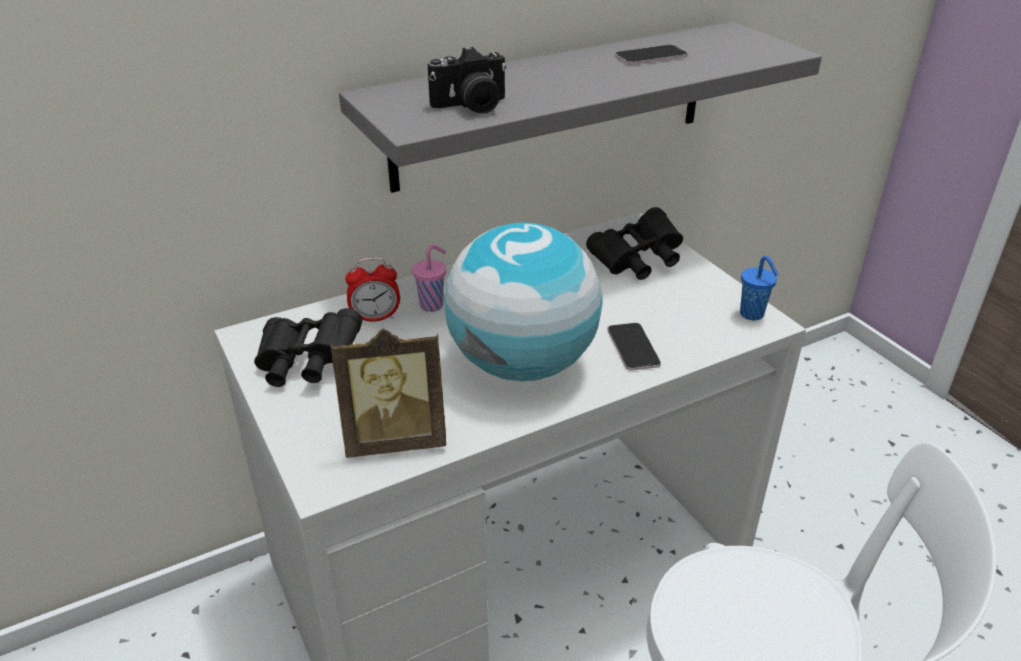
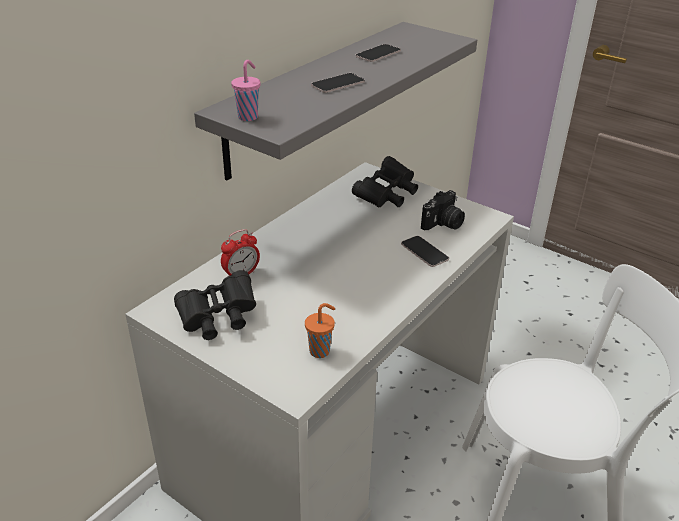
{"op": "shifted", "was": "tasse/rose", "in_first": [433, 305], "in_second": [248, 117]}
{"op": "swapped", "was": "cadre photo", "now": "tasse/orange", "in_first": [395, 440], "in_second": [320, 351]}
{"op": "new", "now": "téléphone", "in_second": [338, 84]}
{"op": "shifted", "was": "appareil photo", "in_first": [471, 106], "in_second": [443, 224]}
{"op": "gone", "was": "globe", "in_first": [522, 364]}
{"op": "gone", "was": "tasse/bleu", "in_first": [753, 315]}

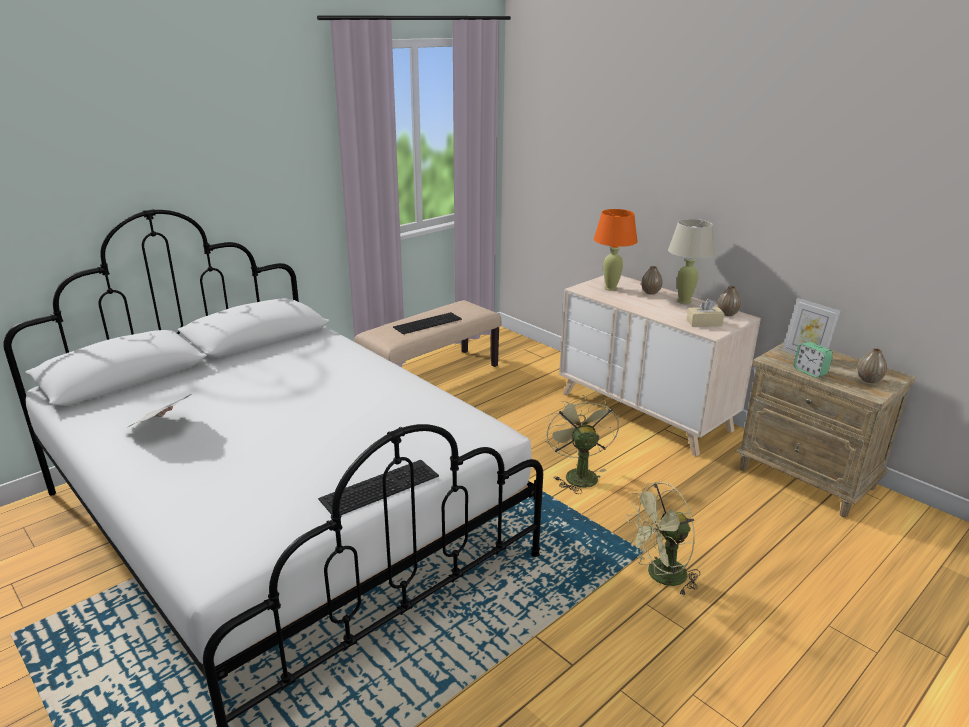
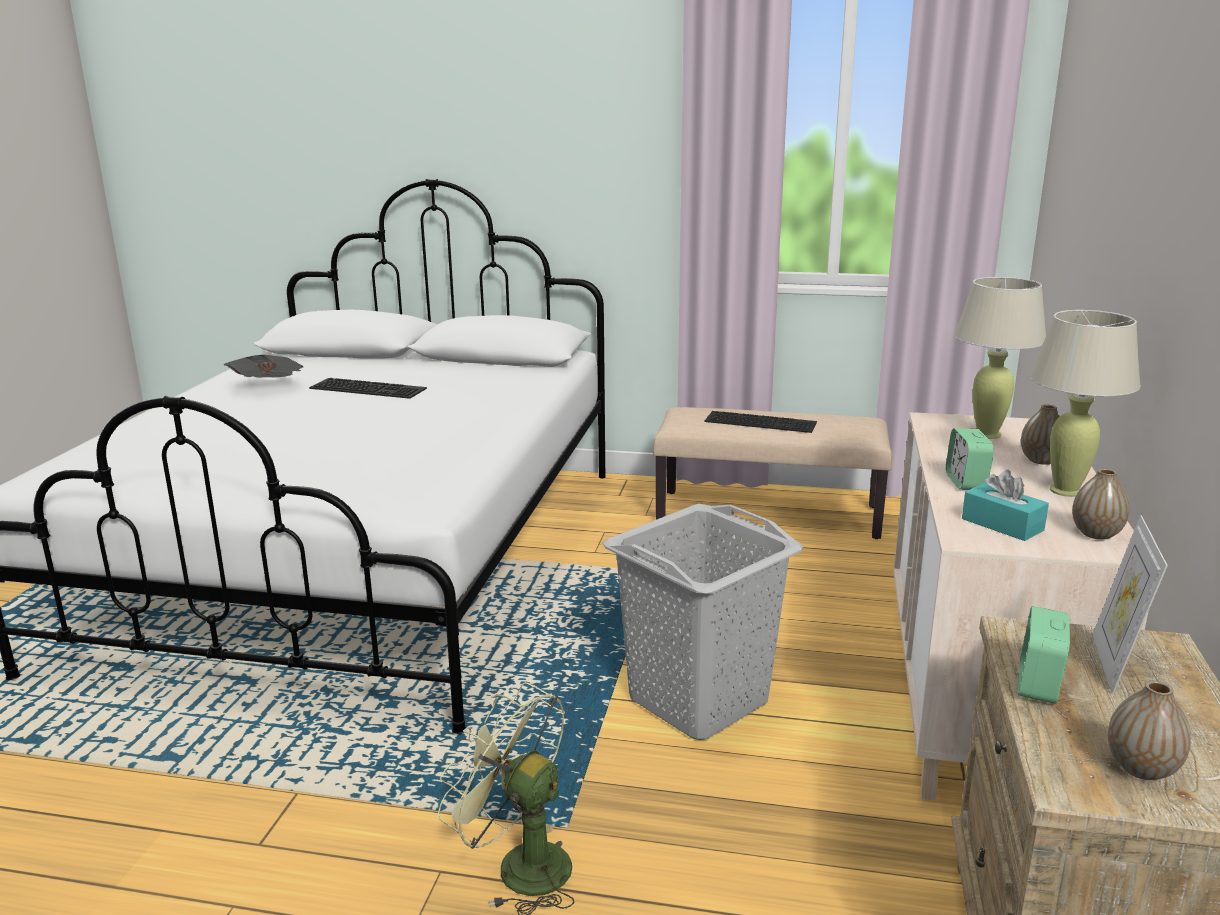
{"op": "shifted", "was": "clavier", "in_first": [380, 486], "in_second": [370, 388]}
{"op": "swapped", "was": "ventilateur/vert", "now": "panier à linge/gris", "in_first": [578, 474], "in_second": [697, 700]}
{"op": "new", "now": "réveil", "in_second": [966, 482]}
{"op": "repainted", "was": "lampe de table/orange", "now": "lampe de table/beige", "in_first": [610, 288], "in_second": [986, 434]}
{"op": "repainted", "was": "boîte à mouchoirs/beige", "now": "boîte à mouchoirs/turquoise", "in_first": [704, 323], "in_second": [1002, 524]}

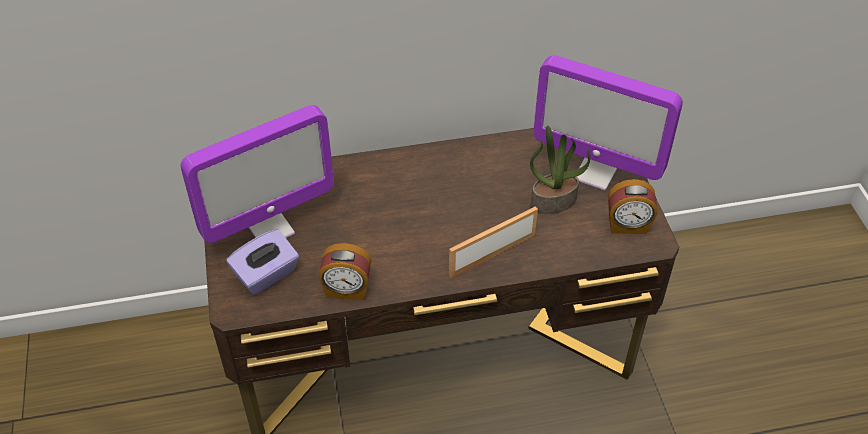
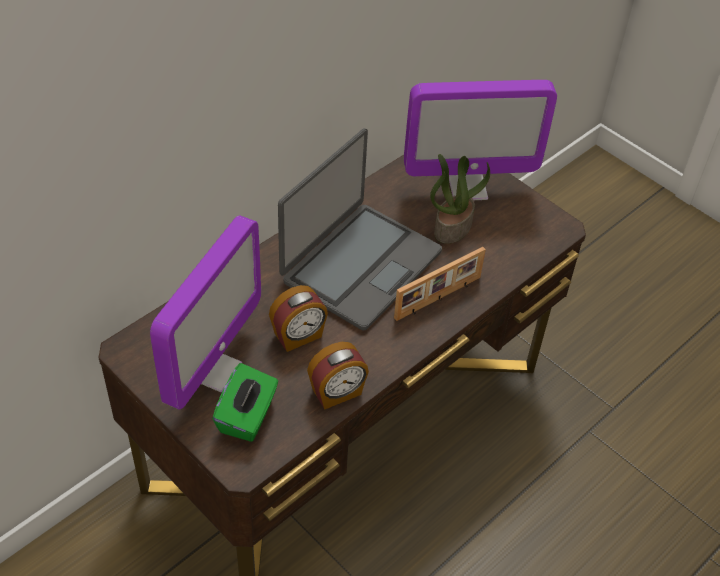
{"op": "repainted", "was": "boîte à mouchoirs/violet", "now": "boîte à mouchoirs/vert", "in_first": [266, 275], "in_second": [247, 416]}
{"op": "shifted", "was": "réveil", "in_first": [627, 225], "in_second": [298, 336]}
{"op": "new", "now": "ordinateur portable", "in_second": [360, 266]}
{"op": "rotated", "was": "cadre photo", "in_first": [491, 254], "in_second": [438, 298], "clockwise": -150}

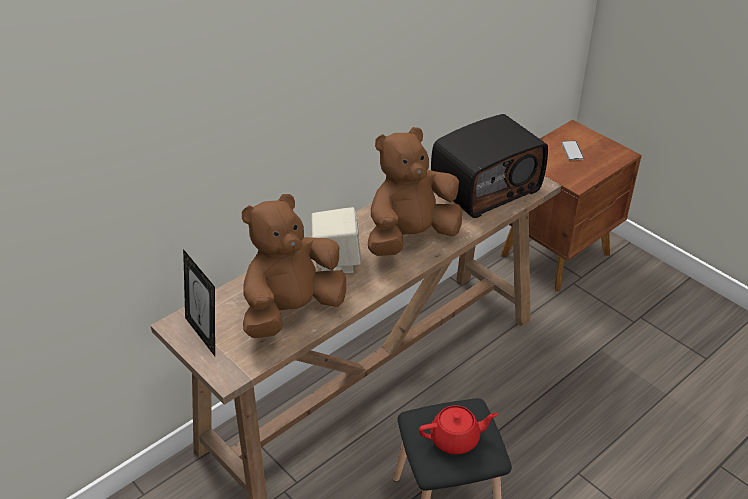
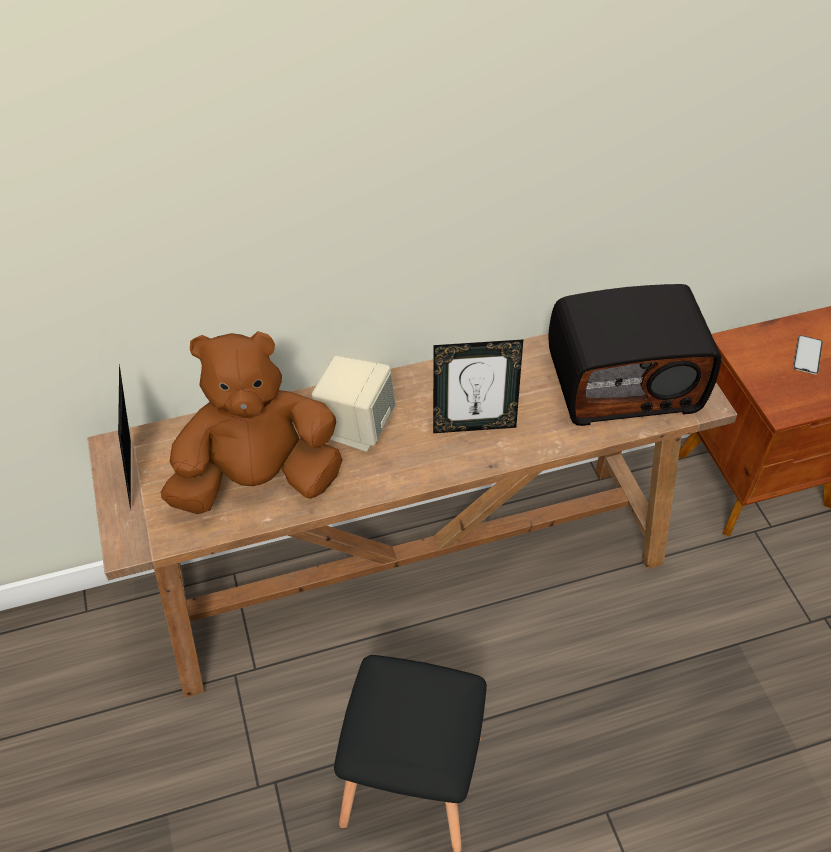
{"op": "swapped", "was": "peluche/marron", "now": "cadre photo", "in_first": [410, 237], "in_second": [474, 425]}
{"op": "gone", "was": "théière/rouge", "in_first": [456, 439]}

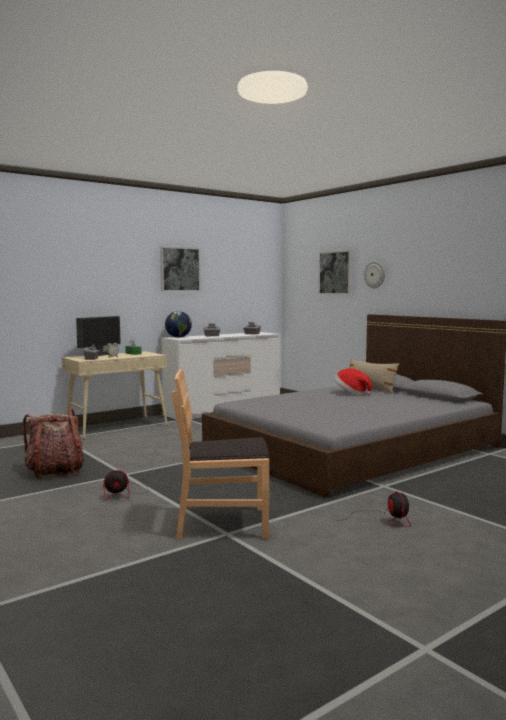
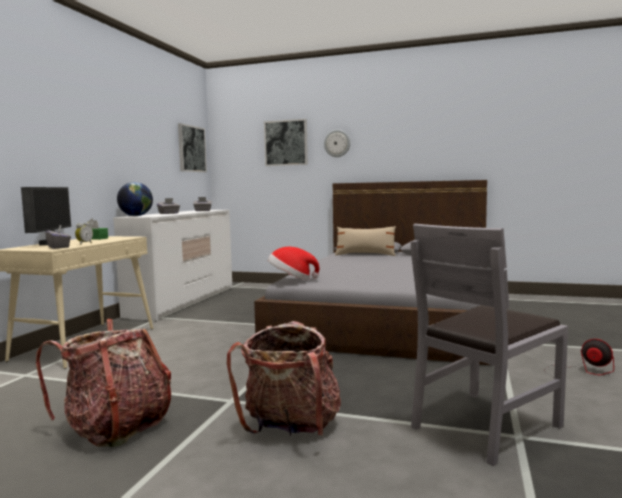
{"op": "shifted", "was": "tableau", "in_first": [180, 269], "in_second": [191, 149]}
{"op": "swapped", "was": "ventilateur", "now": "sac à dos", "in_first": [124, 494], "in_second": [291, 427]}
{"op": "shifted", "was": "chapeau", "in_first": [351, 393], "in_second": [291, 279]}
{"op": "repainted", "was": "chaise/marron", "now": "chaise/gris", "in_first": [223, 523], "in_second": [484, 425]}

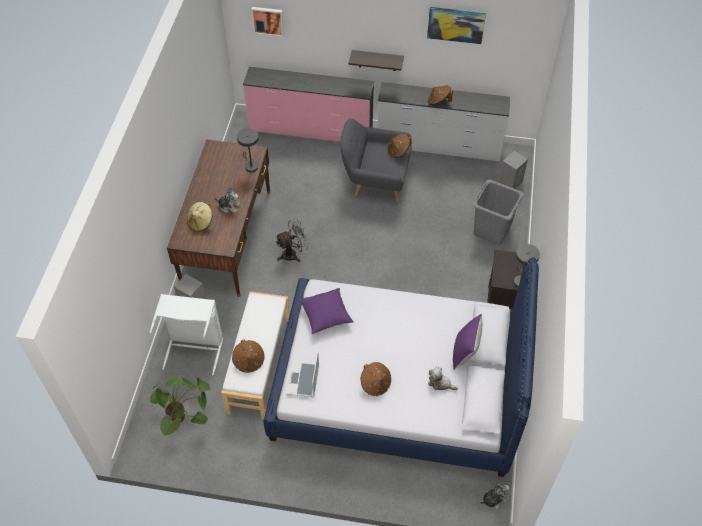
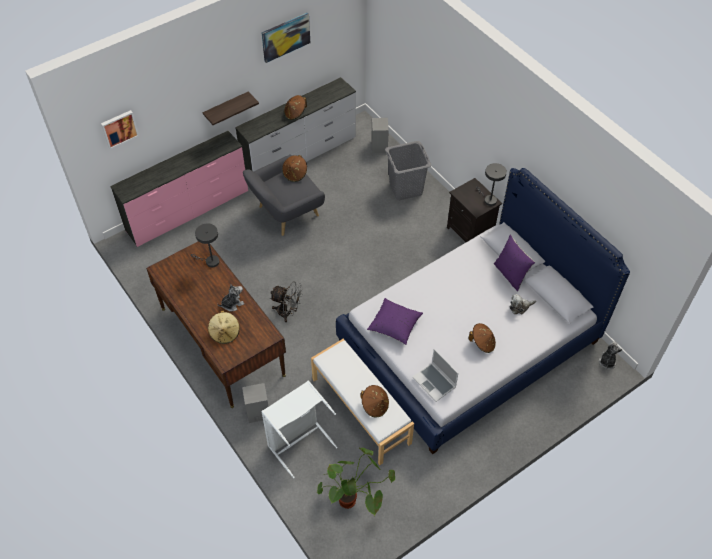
{"op": "rotated", "was": "ventilateur/gris", "in_first": [293, 254], "in_second": [288, 312], "clockwise": 90}

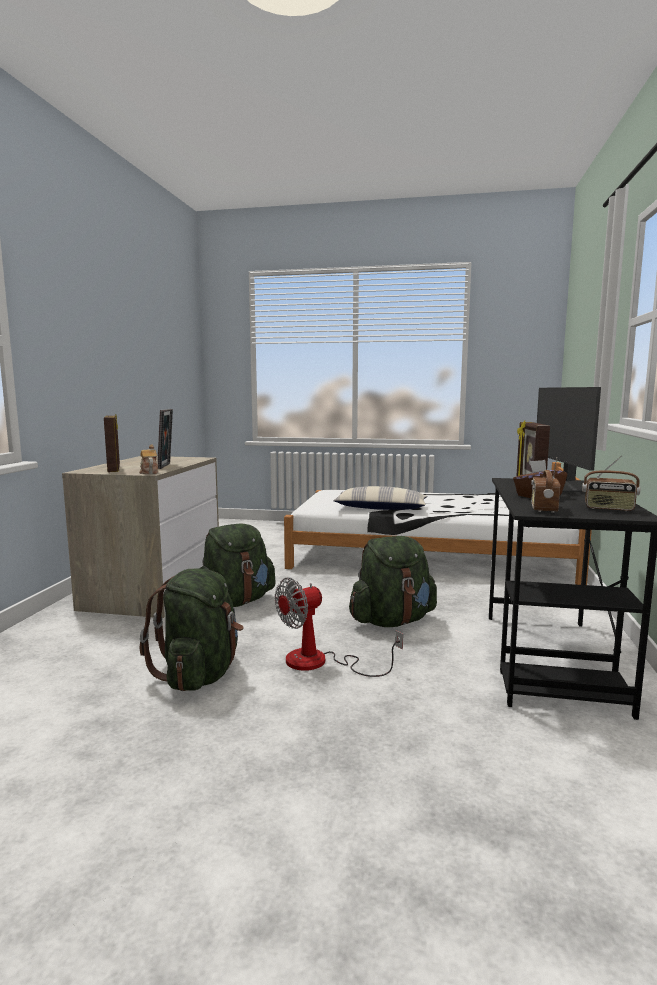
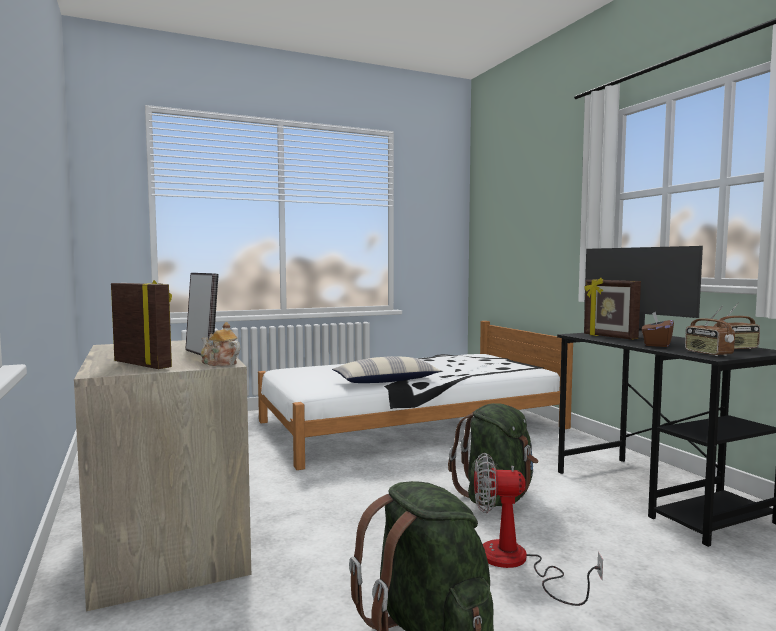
{"op": "rotated", "was": "ventilateur", "in_first": [320, 663], "in_second": [516, 563], "clockwise": 75}
{"op": "gone", "was": "sac à dos/vert", "in_first": [235, 602]}

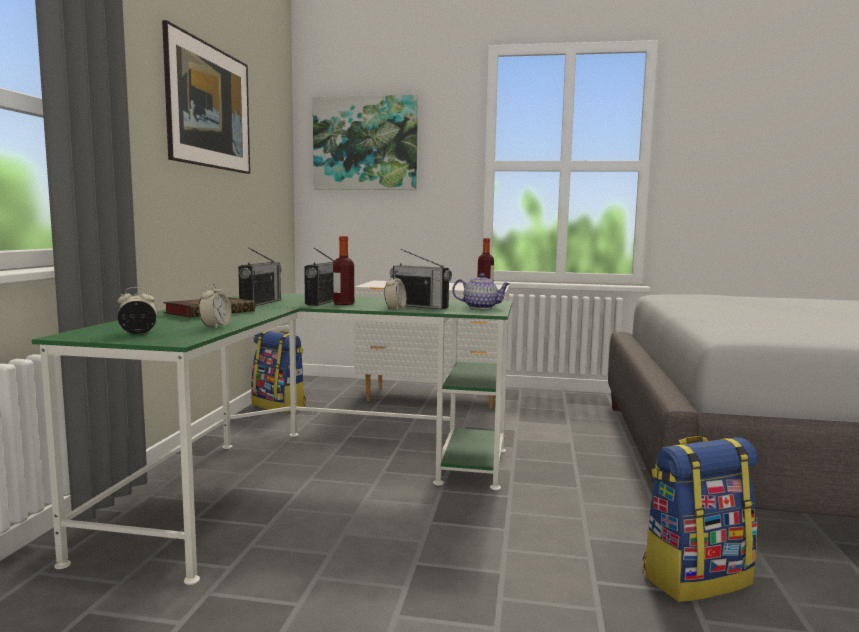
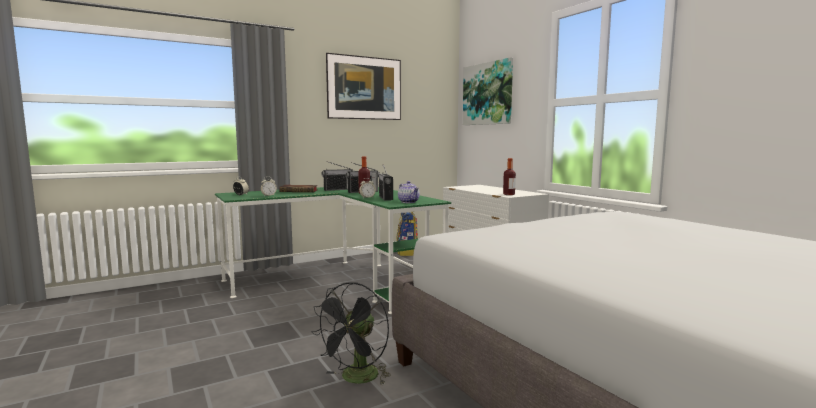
{"op": "swapped", "was": "sac à dos", "now": "ventilateur/noir", "in_first": [695, 578], "in_second": [356, 379]}

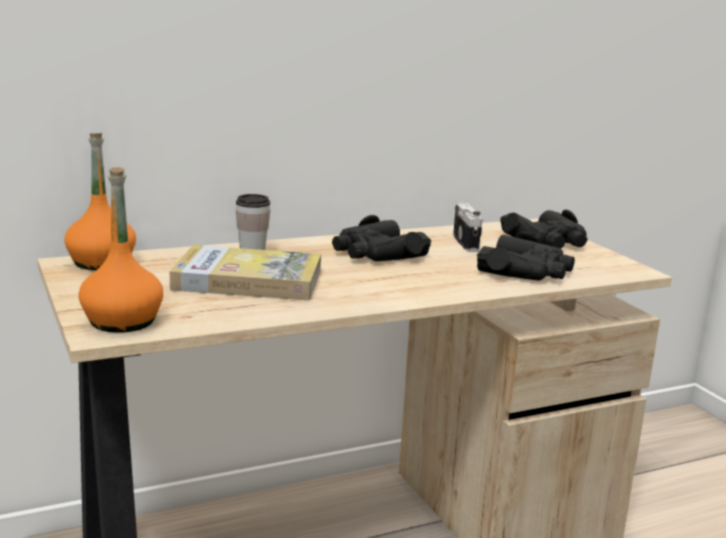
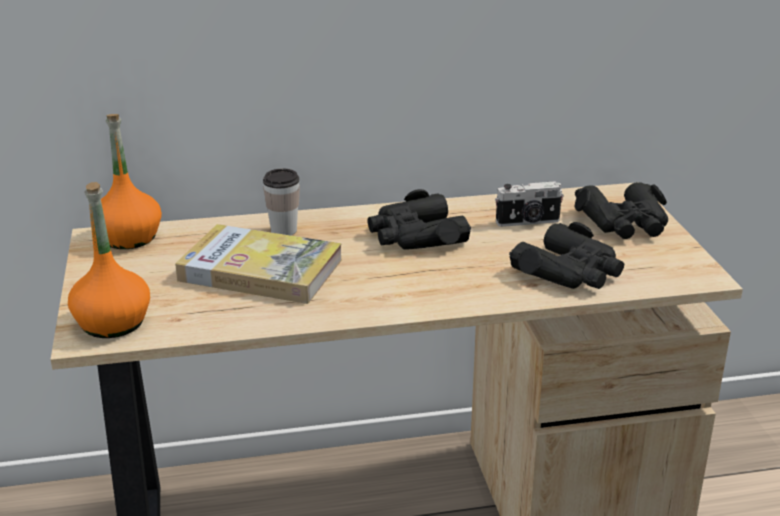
{"op": "rotated", "was": "appareil photo", "in_first": [467, 243], "in_second": [528, 222], "clockwise": 75}

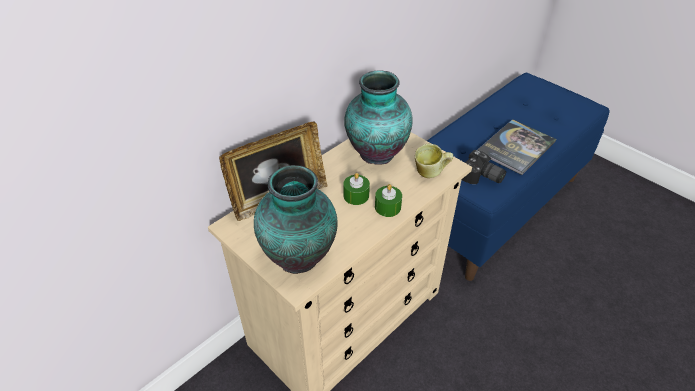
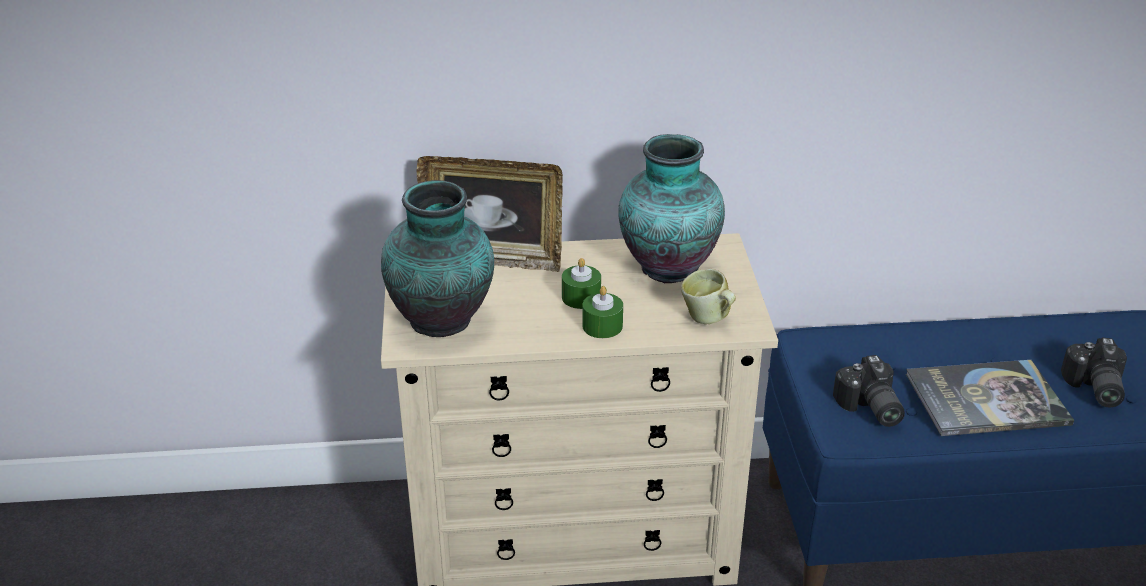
{"op": "new", "now": "appareil photo", "in_second": [1093, 388]}

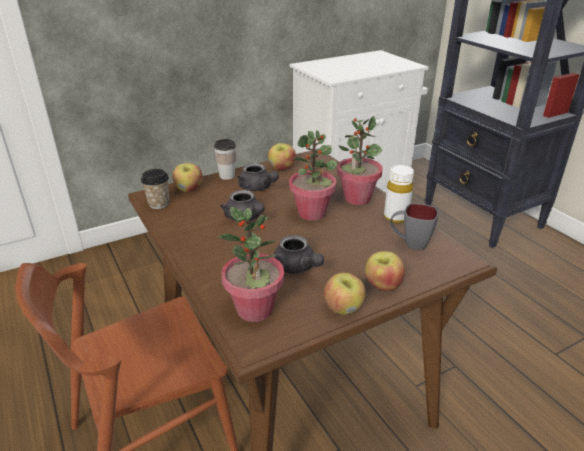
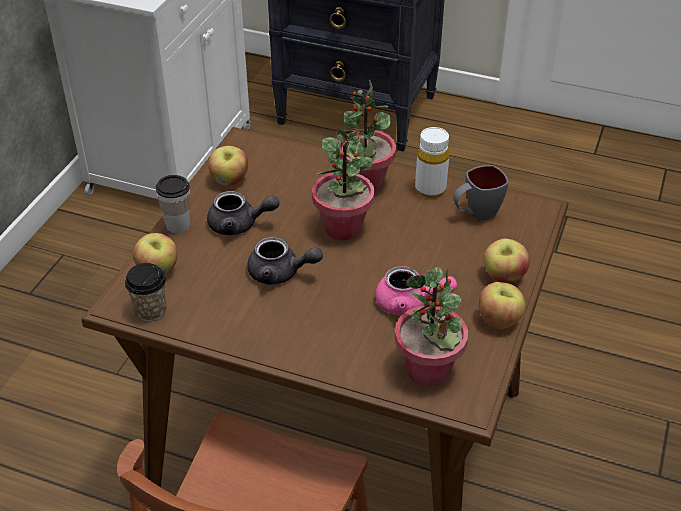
{"op": "repainted", "was": "théière/gris", "now": "théière/rose", "in_first": [296, 268], "in_second": [409, 303]}

